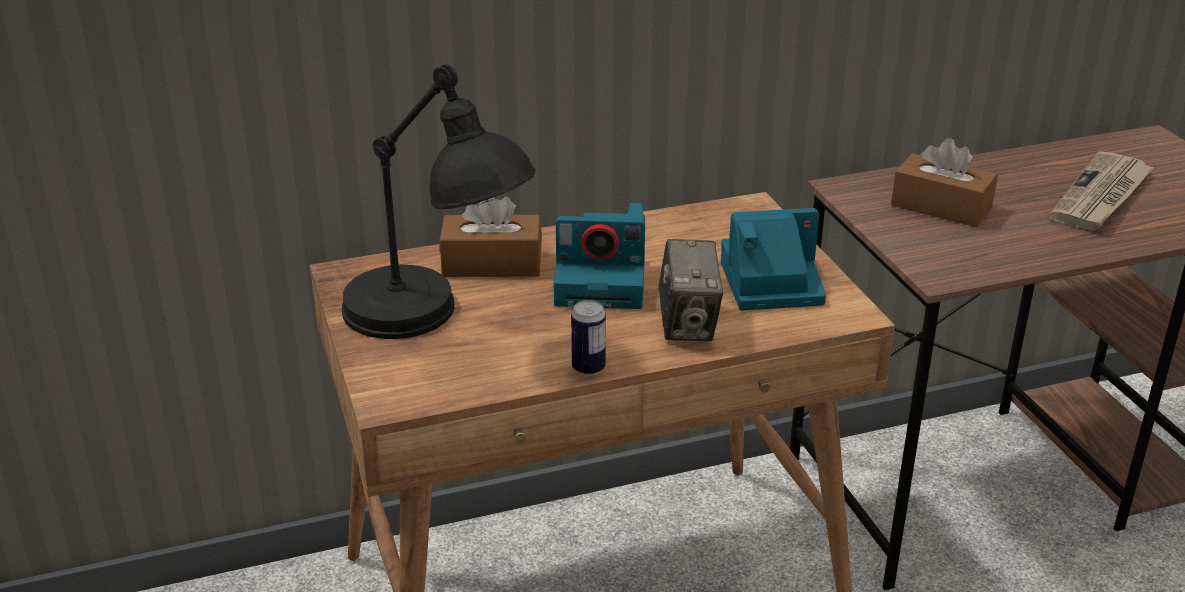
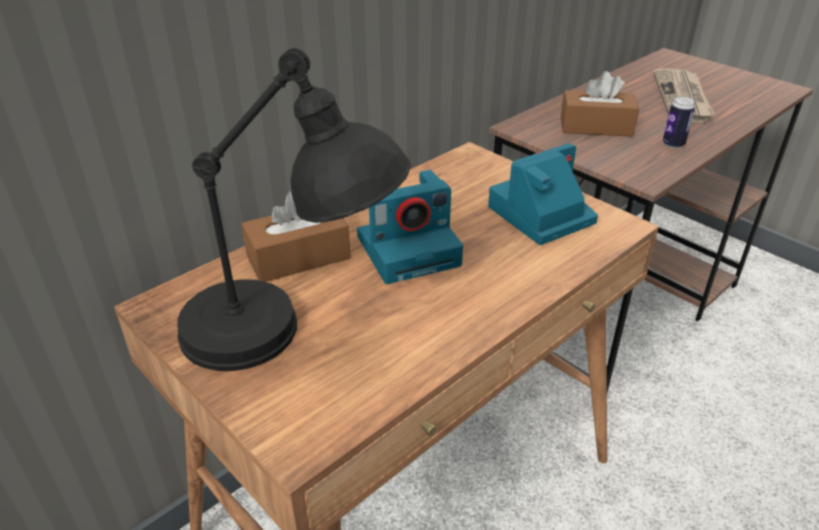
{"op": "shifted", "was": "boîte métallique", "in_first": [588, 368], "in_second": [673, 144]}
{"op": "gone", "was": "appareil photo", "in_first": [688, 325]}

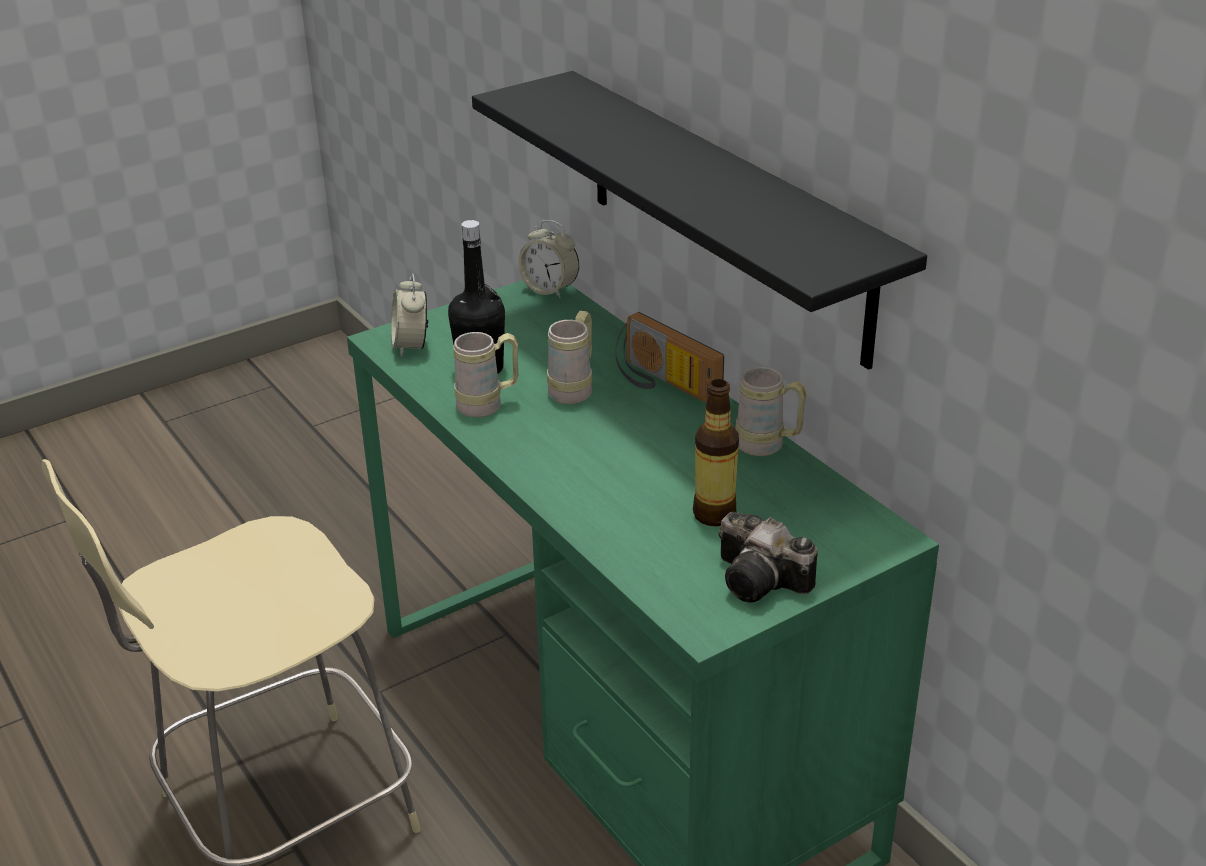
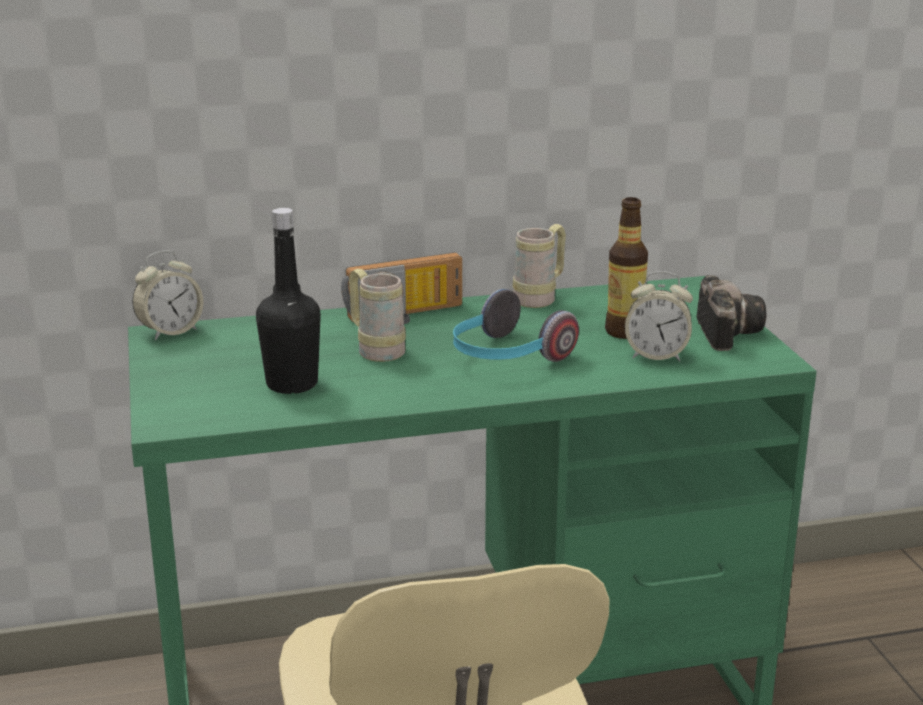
{"op": "new", "now": "casque audio", "in_second": [506, 357]}
{"op": "shifted", "was": "réveil", "in_first": [411, 346], "in_second": [656, 355]}
{"op": "rotated", "was": "appareil photo", "in_first": [763, 582], "in_second": [725, 332], "clockwise": -60}
{"op": "gone", "was": "mug/beige", "in_first": [488, 405]}
{"op": "gone", "was": "étagère/noir", "in_first": [724, 214]}

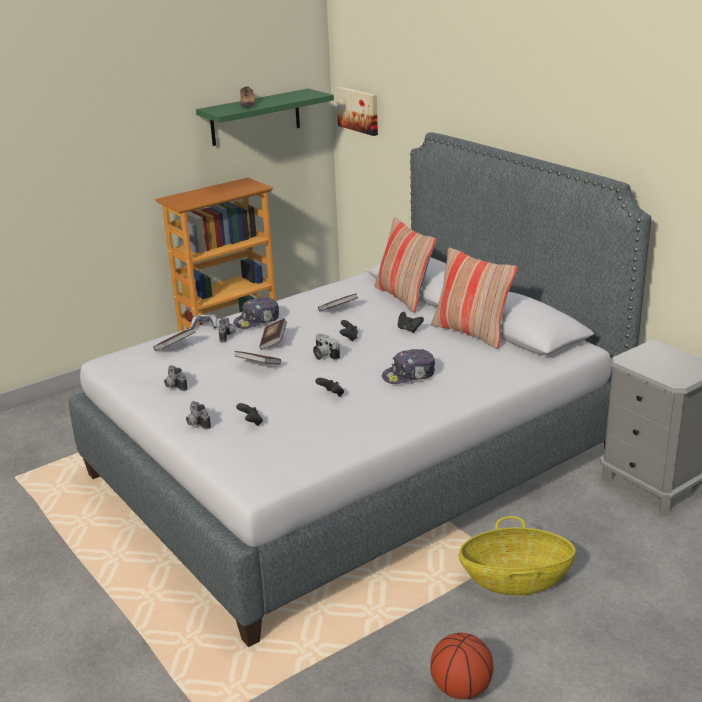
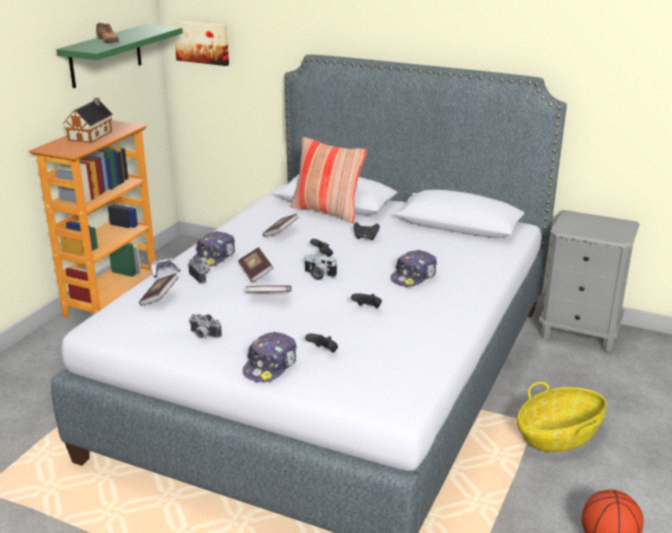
{"op": "new", "now": "maison miniature", "in_second": [91, 135]}
{"op": "swapped", "was": "appareil photo", "now": "casquette", "in_first": [196, 424], "in_second": [271, 366]}
{"op": "gone", "was": "coussin", "in_first": [471, 333]}

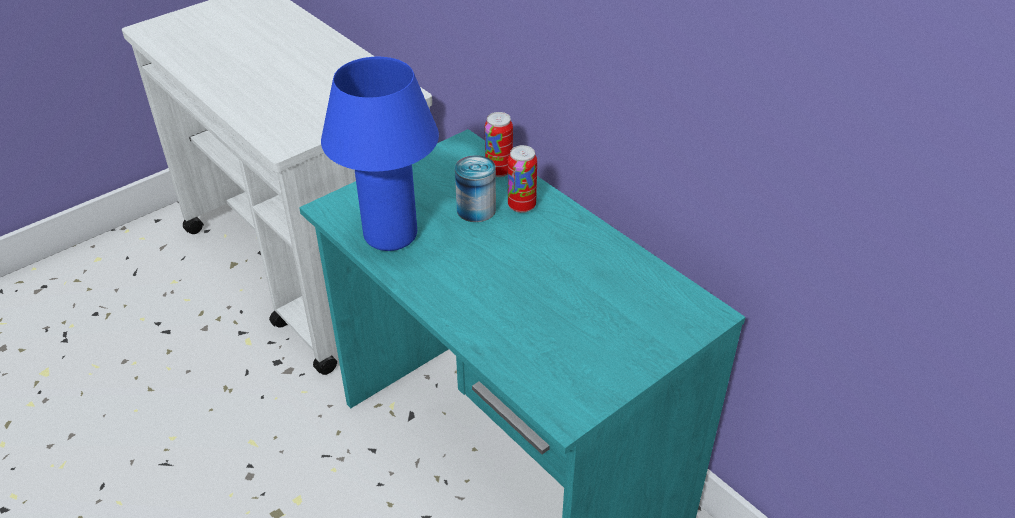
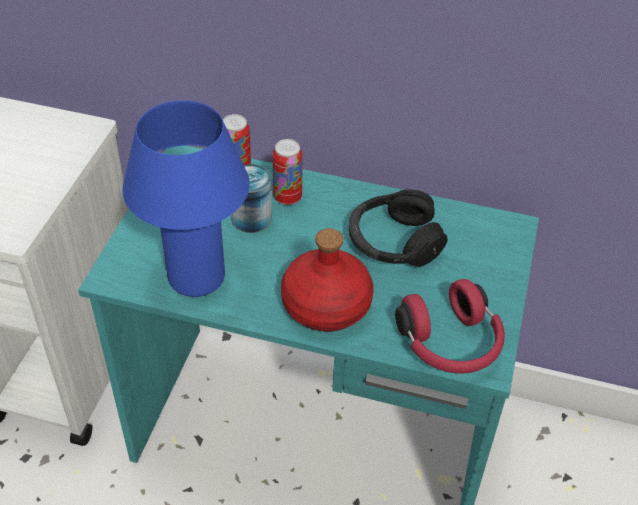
{"op": "new", "now": "bouteille/rouge", "in_second": [326, 304]}
{"op": "new", "now": "casque audio/noir", "in_second": [393, 242]}
{"op": "new", "now": "casque audio/rouge", "in_second": [450, 344]}

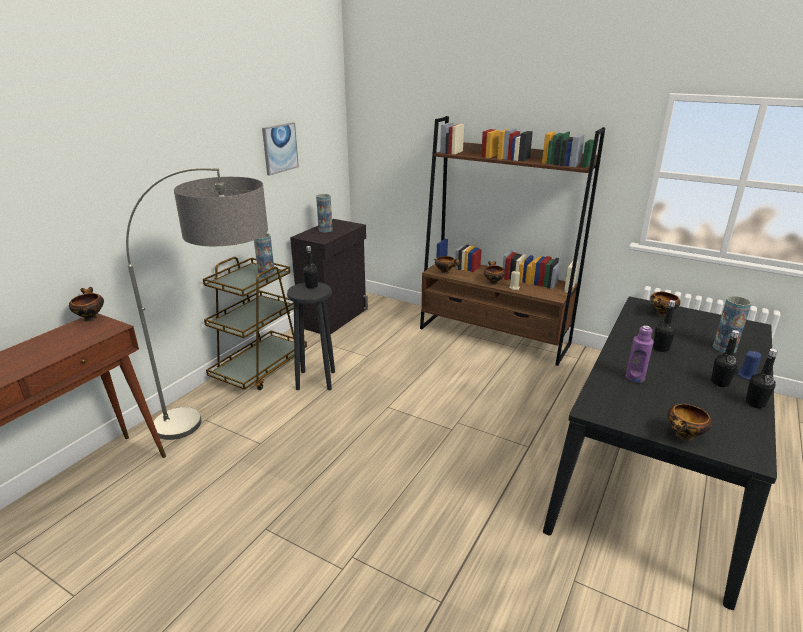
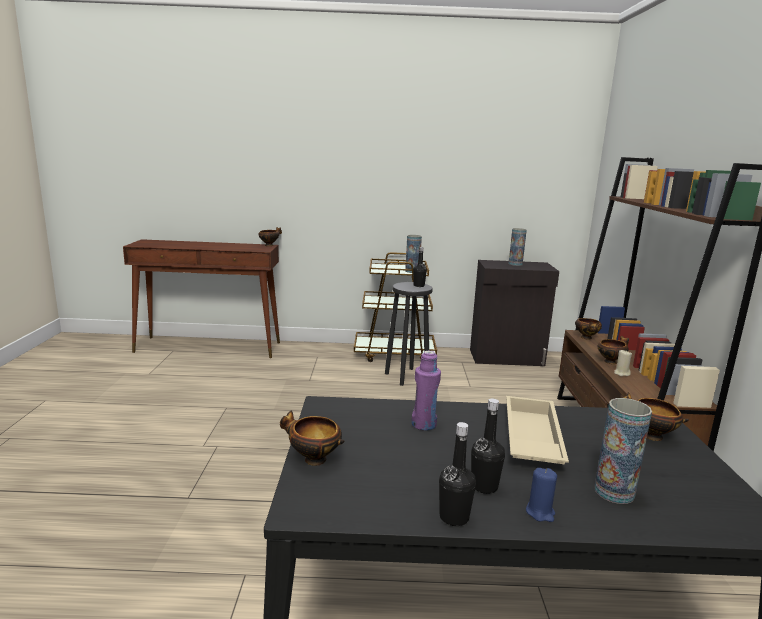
{"op": "swapped", "was": "bouteille/noir", "now": "plateau/beige", "in_first": [660, 349], "in_second": [529, 438]}
{"op": "gone", "was": "lampadaire", "in_first": [229, 430]}
{"op": "gone", "was": "tableau", "in_first": [280, 148]}

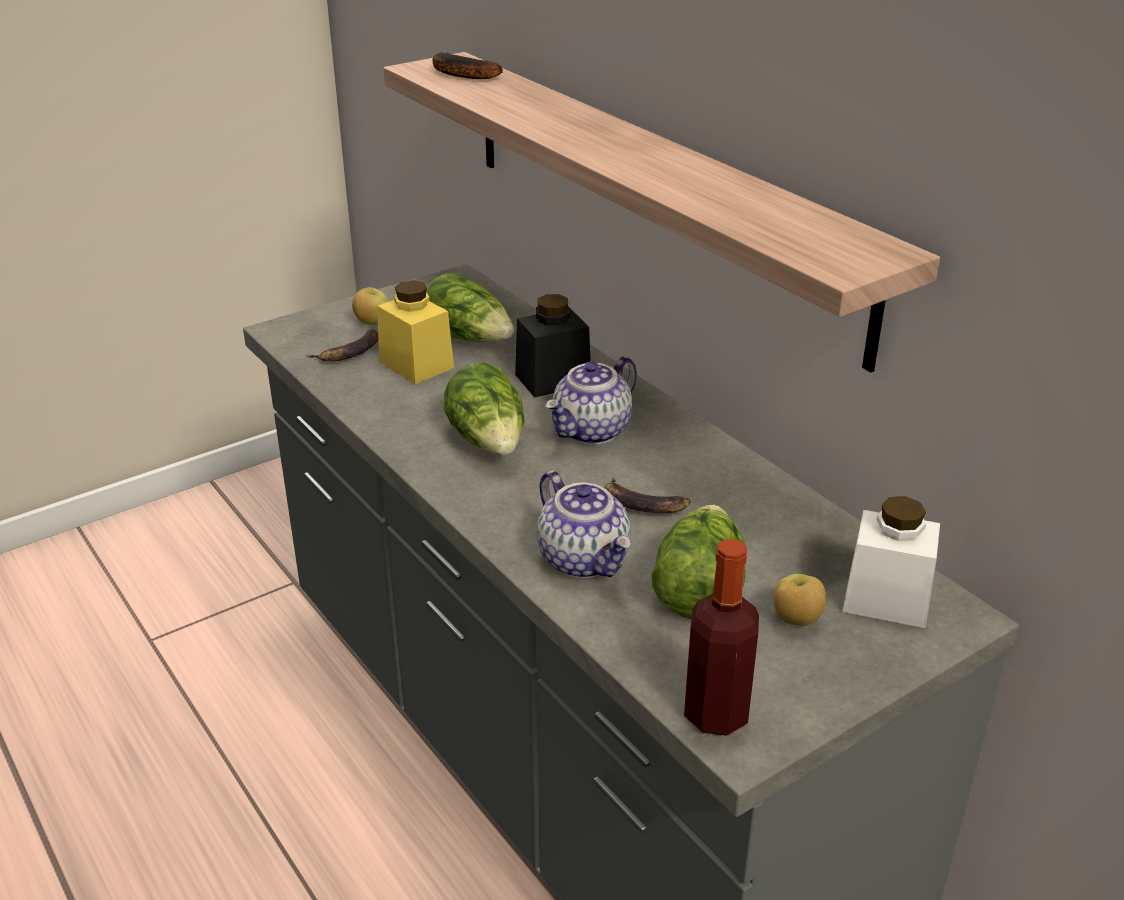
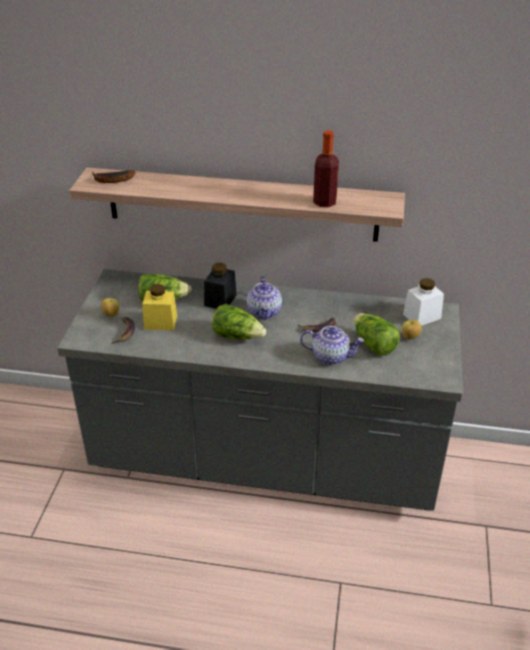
{"op": "shifted", "was": "bouteille", "in_first": [716, 714], "in_second": [324, 202]}

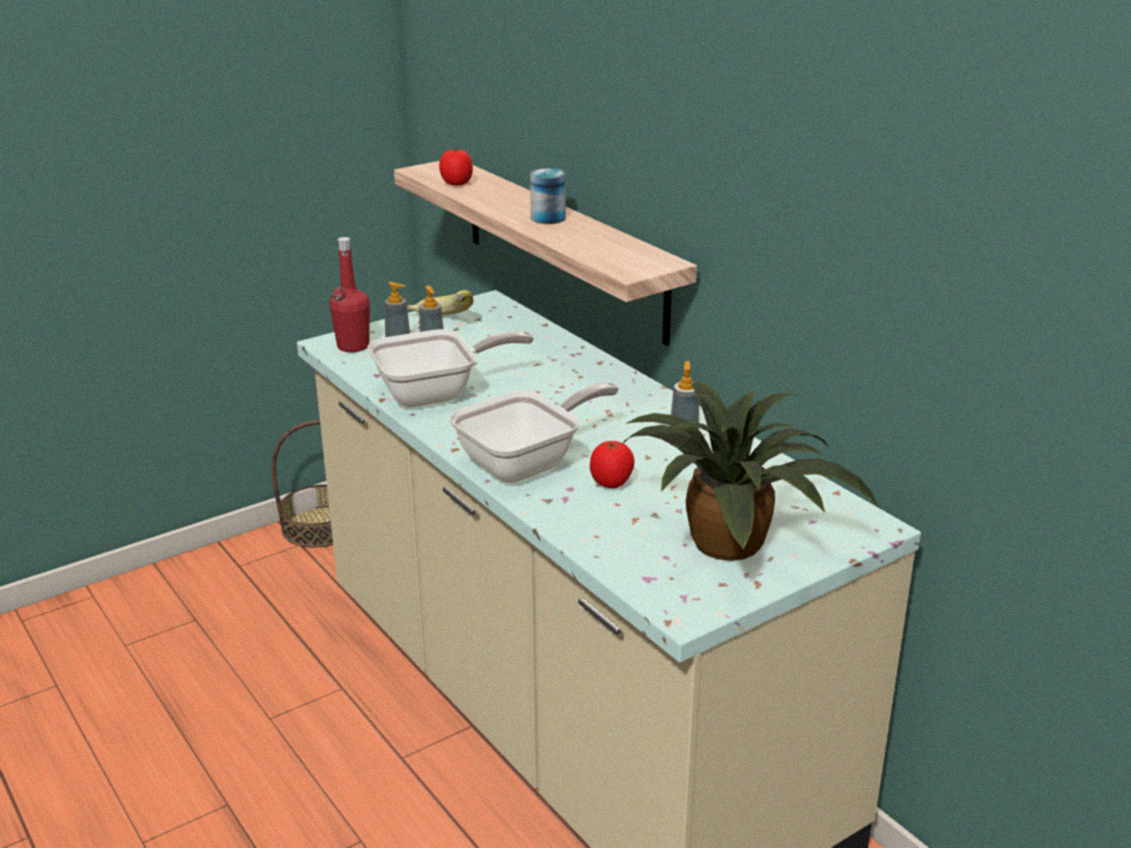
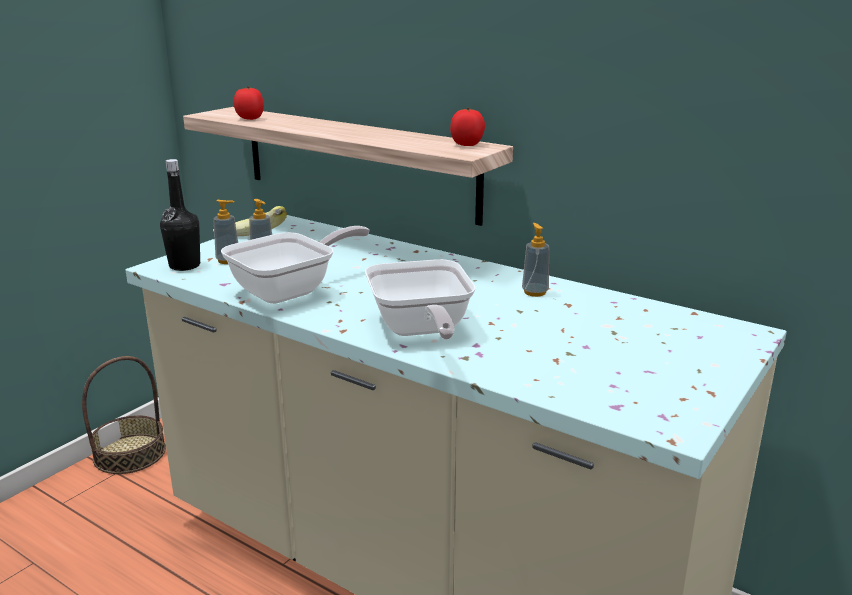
{"op": "repainted", "was": "bouteille/rouge", "now": "bouteille/noir", "in_first": [353, 346], "in_second": [185, 266]}
{"op": "rotated", "was": "poêle", "in_first": [528, 463], "in_second": [420, 331], "clockwise": 135}
{"op": "shifted", "was": "tomate", "in_first": [612, 483], "in_second": [467, 145]}
{"op": "gone", "was": "boîte métallique", "in_first": [548, 218]}
{"op": "gone", "was": "plante en pot", "in_first": [734, 541]}

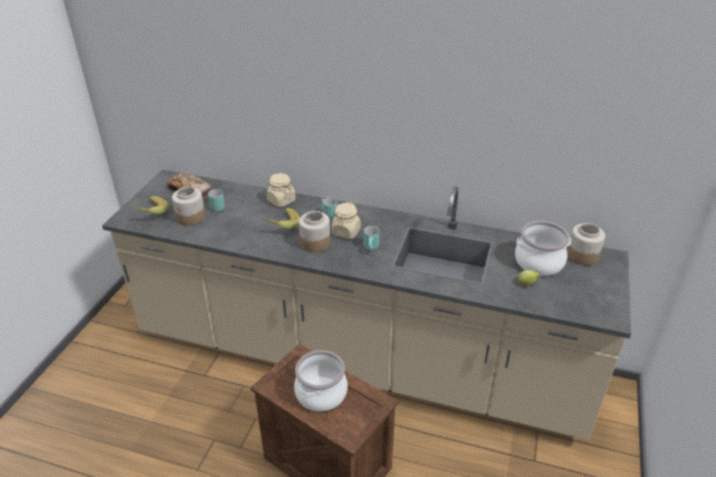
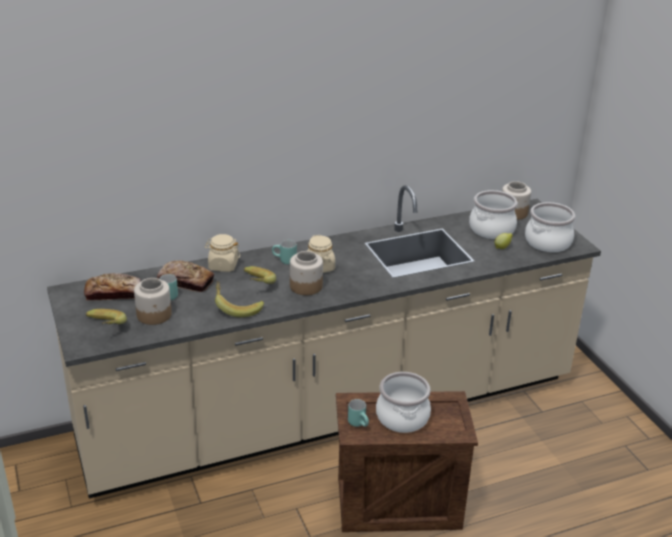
{"op": "new", "now": "pain", "in_second": [186, 281]}
{"op": "new", "now": "banane", "in_second": [237, 308]}
{"op": "shifted", "was": "mug/turquoise", "in_first": [372, 248], "in_second": [360, 424]}
{"op": "new", "now": "marmite", "in_second": [547, 242]}

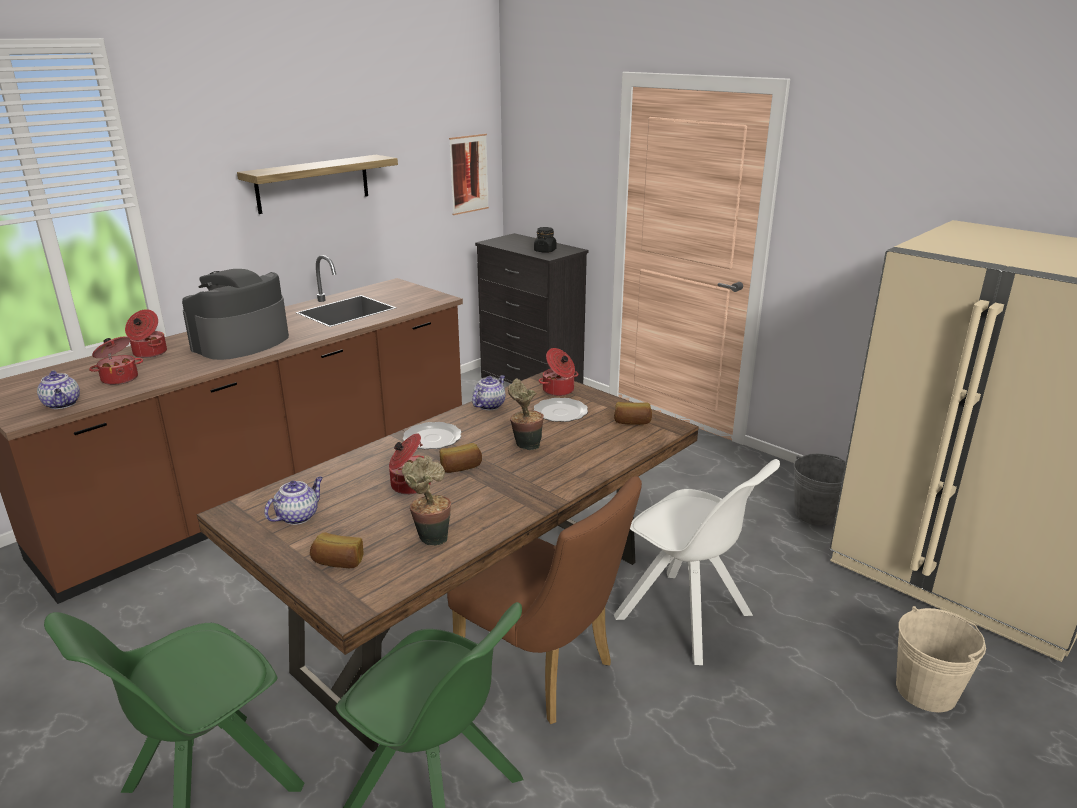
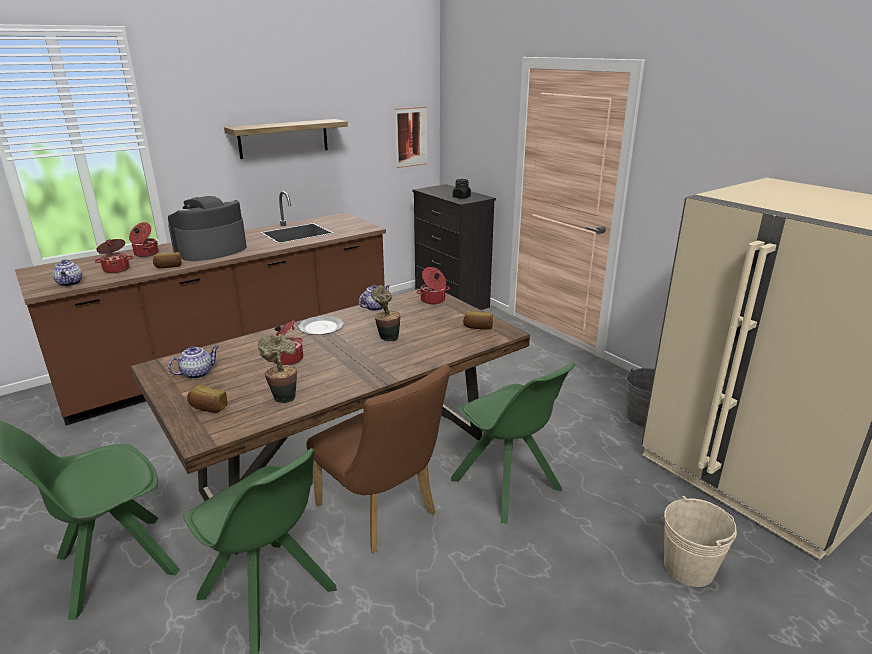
{"op": "shifted", "was": "pain", "in_first": [460, 468], "in_second": [169, 266]}
{"op": "repainted", "was": "chaise/blanc", "now": "chaise/vert", "in_first": [686, 618], "in_second": [508, 486]}
{"op": "gone", "was": "assiette", "in_first": [561, 412]}

